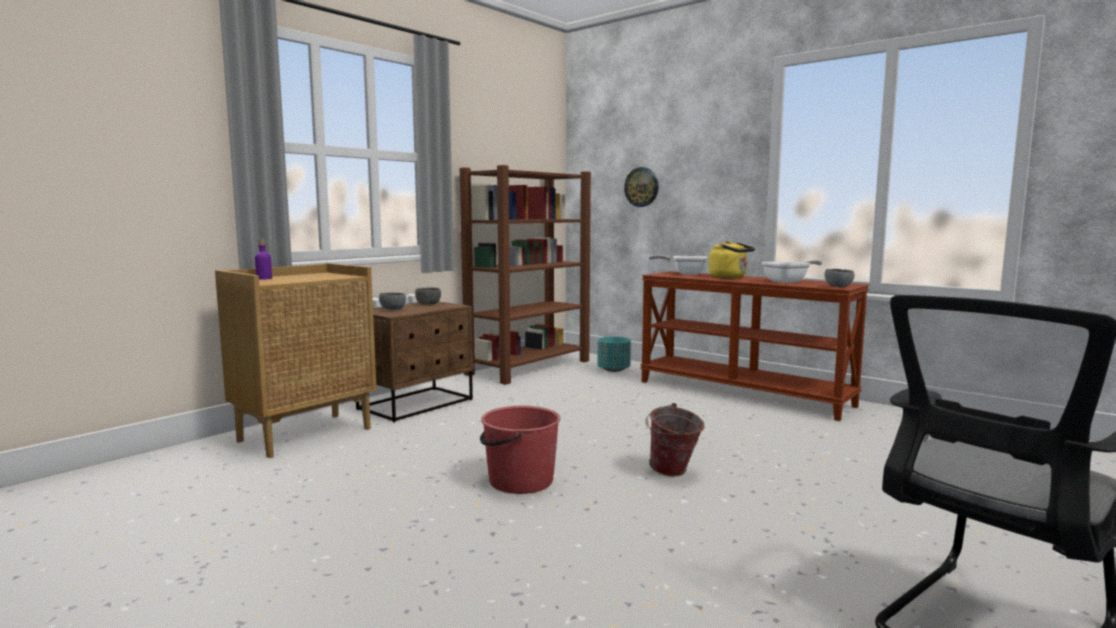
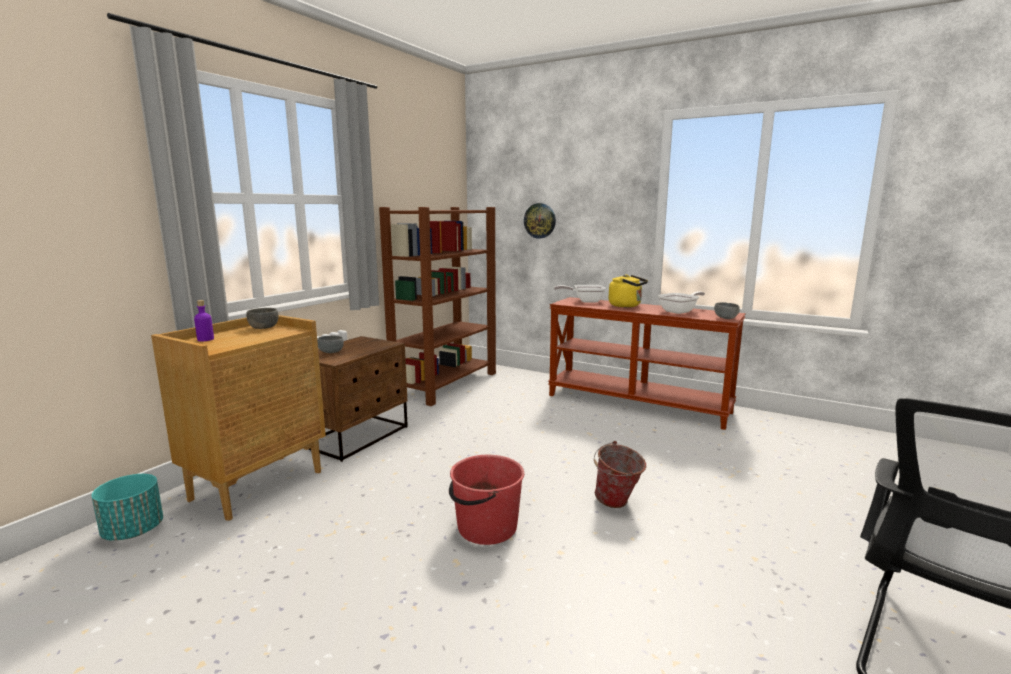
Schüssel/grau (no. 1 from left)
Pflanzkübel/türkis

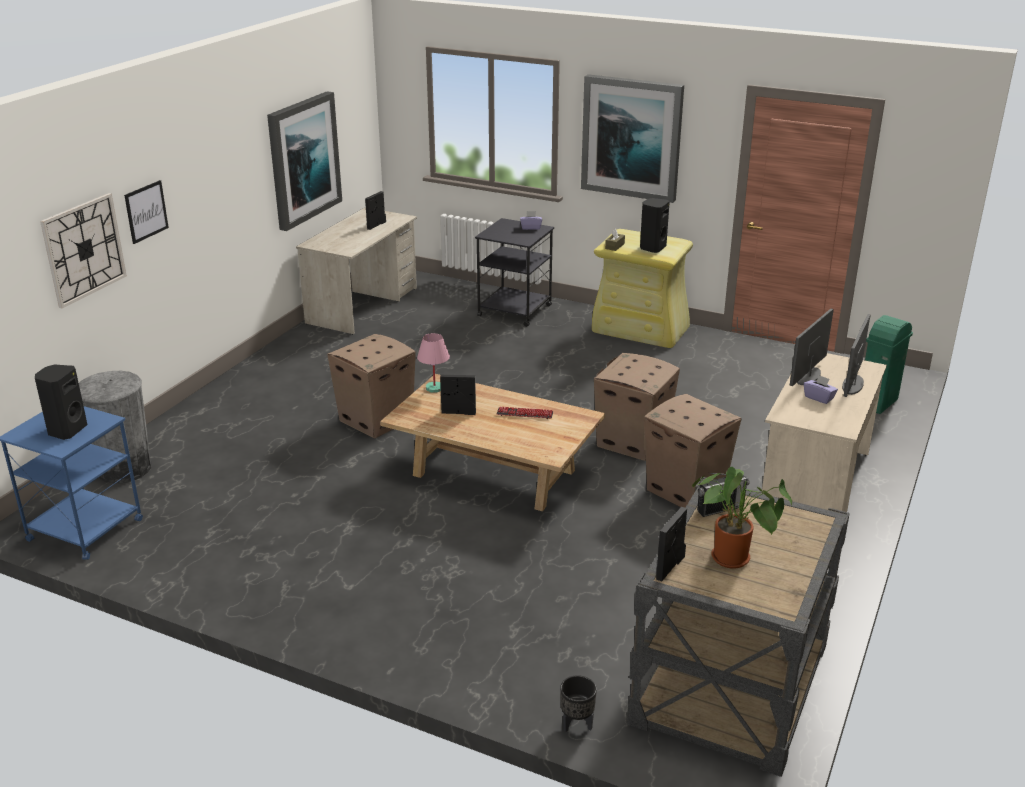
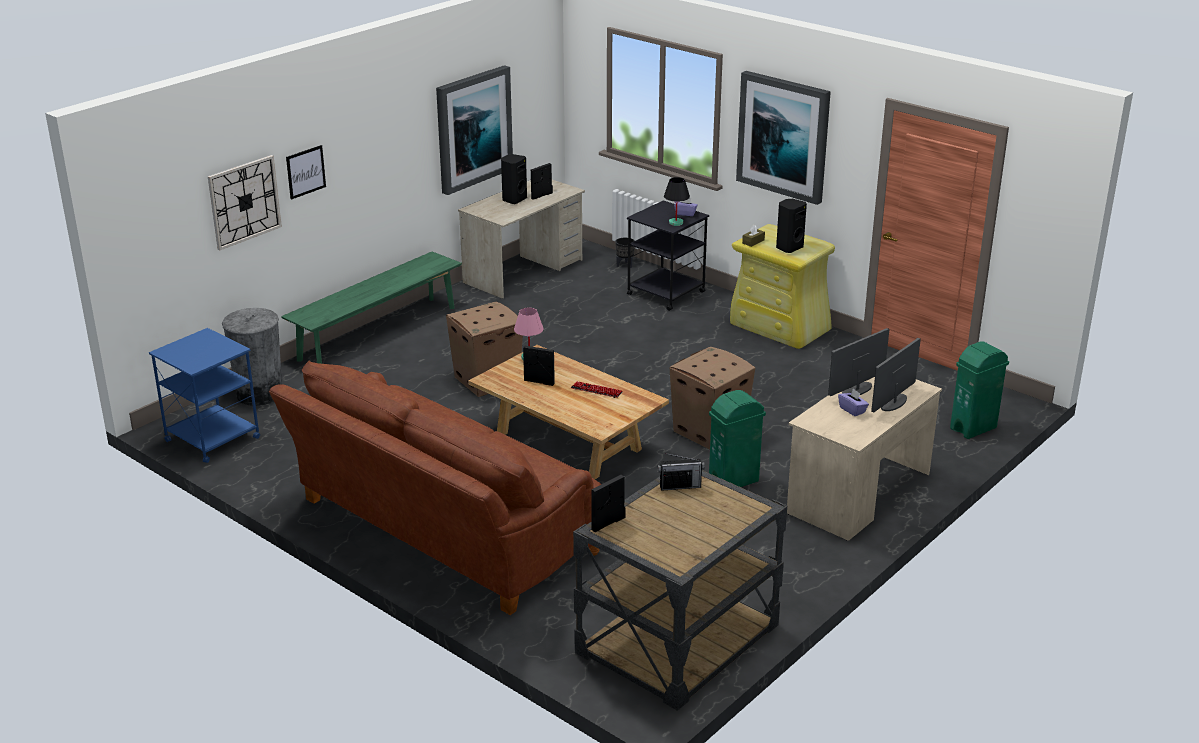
Lautsprecher/schwarz (no. 1 from left)
Pflanzkübel/schwarz
Mülleimer/grün (no. 1 from left)
Topfpflanze
Sofa/braun
Bank/grün
Tischlampe/schwarz

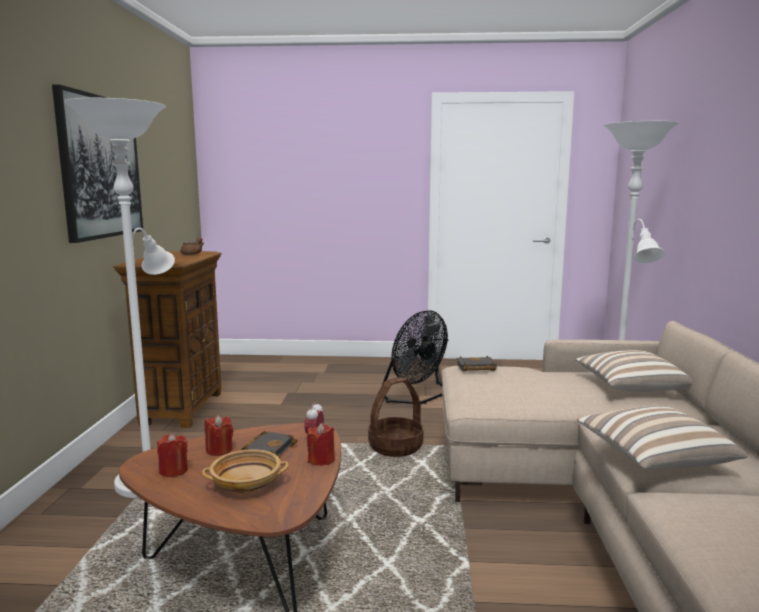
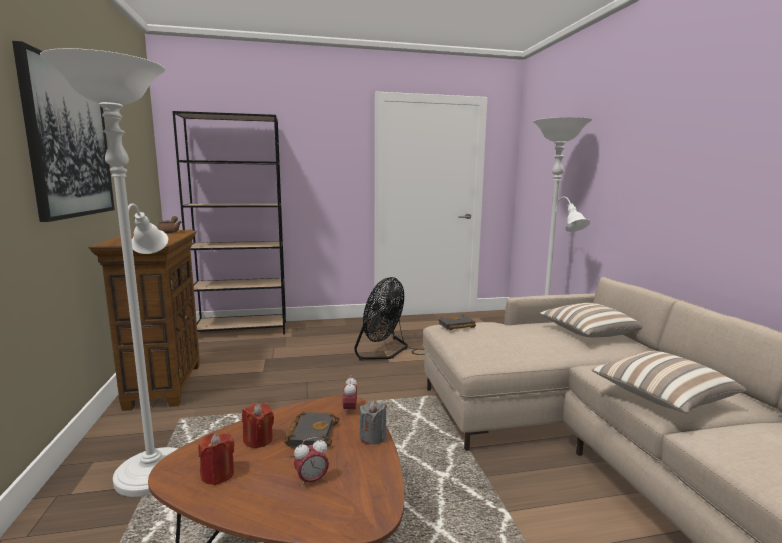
Wecker (no. 1 from left)
Kerze/grau
Korb
Bücherregal/beige

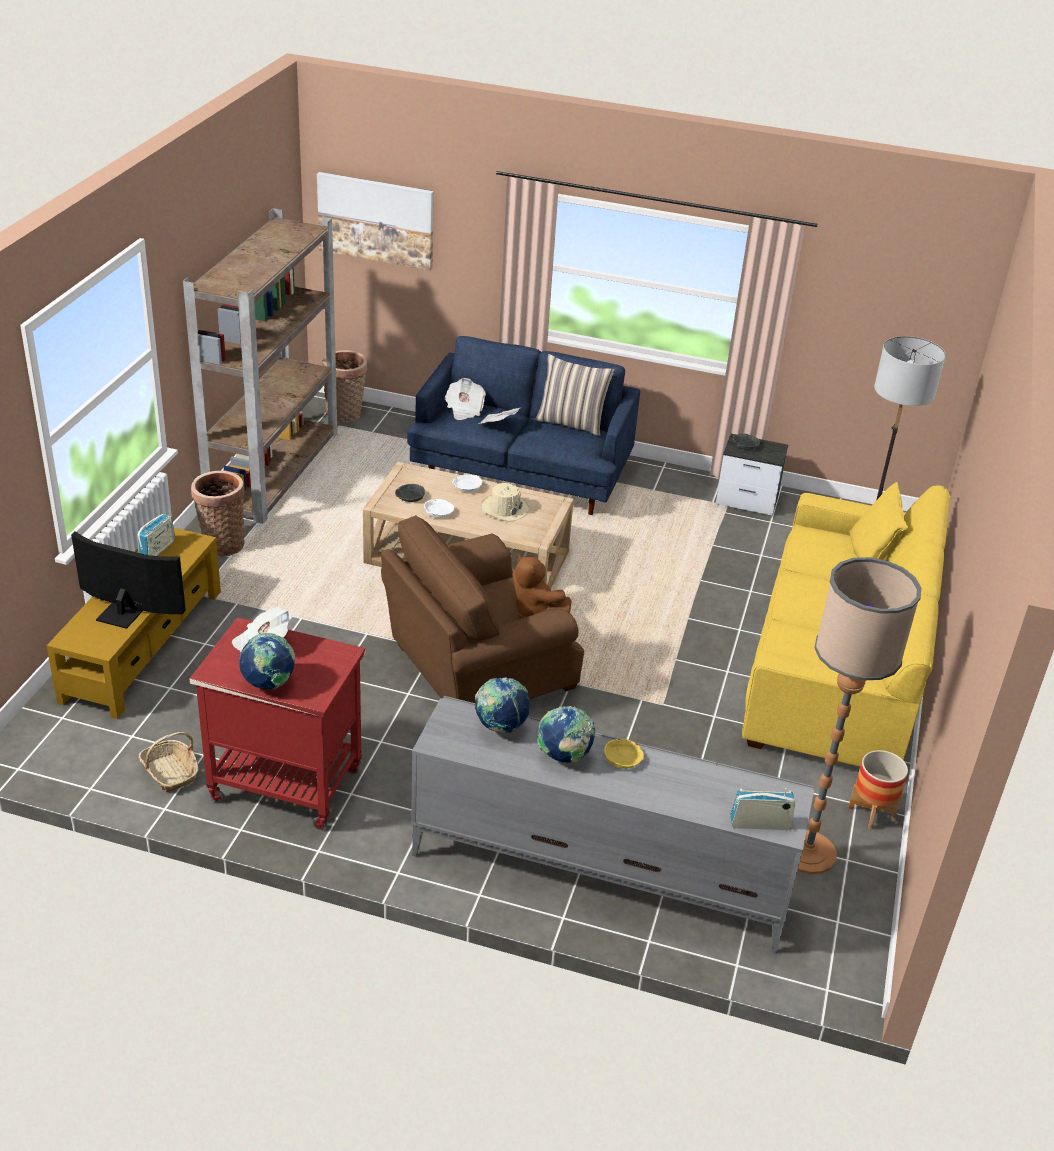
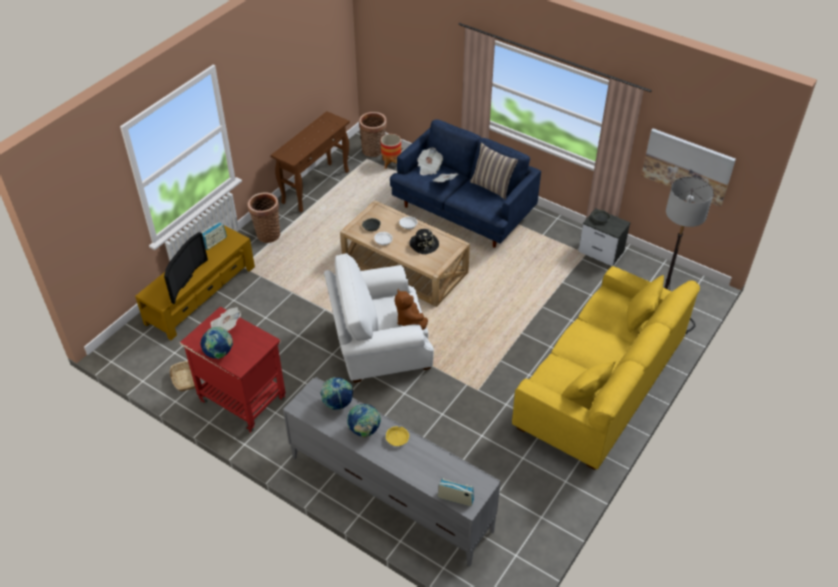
Fernseher
Konsolentisch/braun
Bild
Sessel/weiß
Hut/schwarz
Stehlampe (no. 1 from left in the first image)
Pflanzkübel

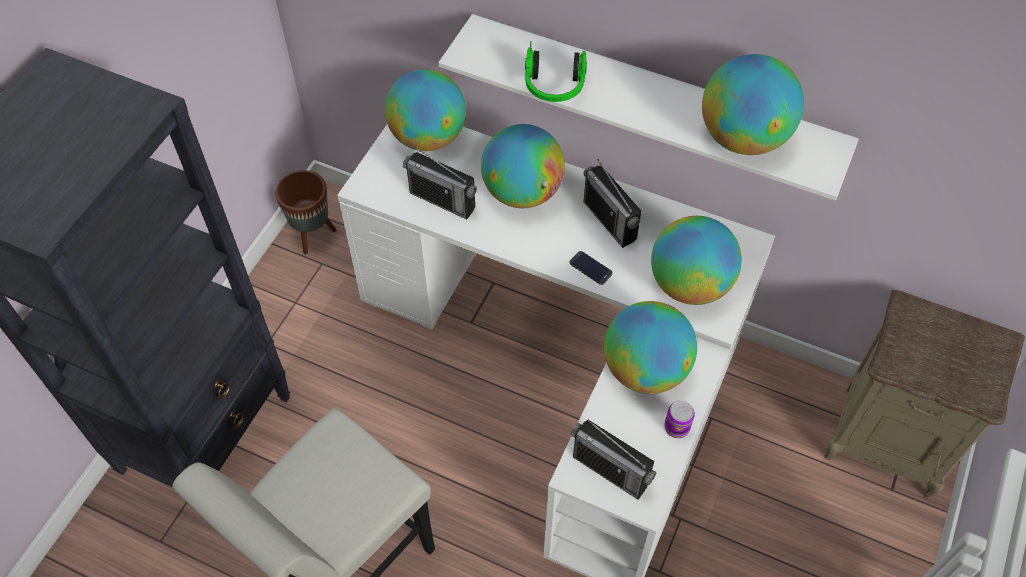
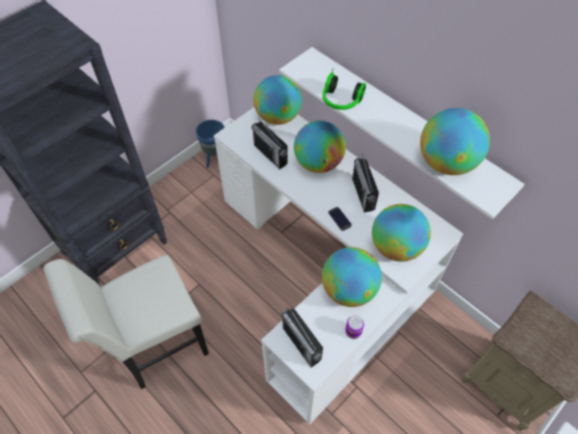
Pflanzkübel/blau

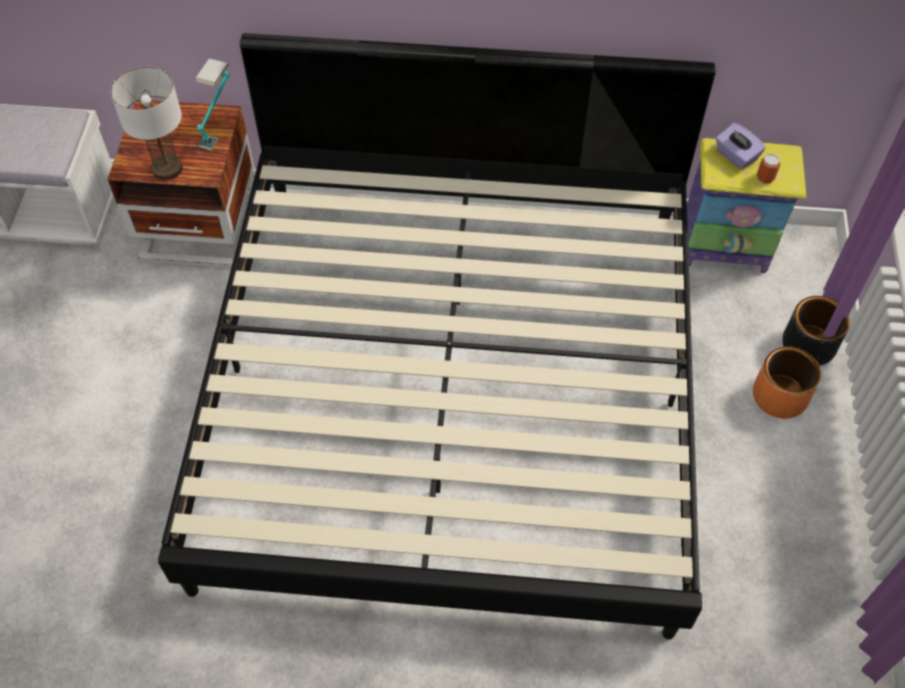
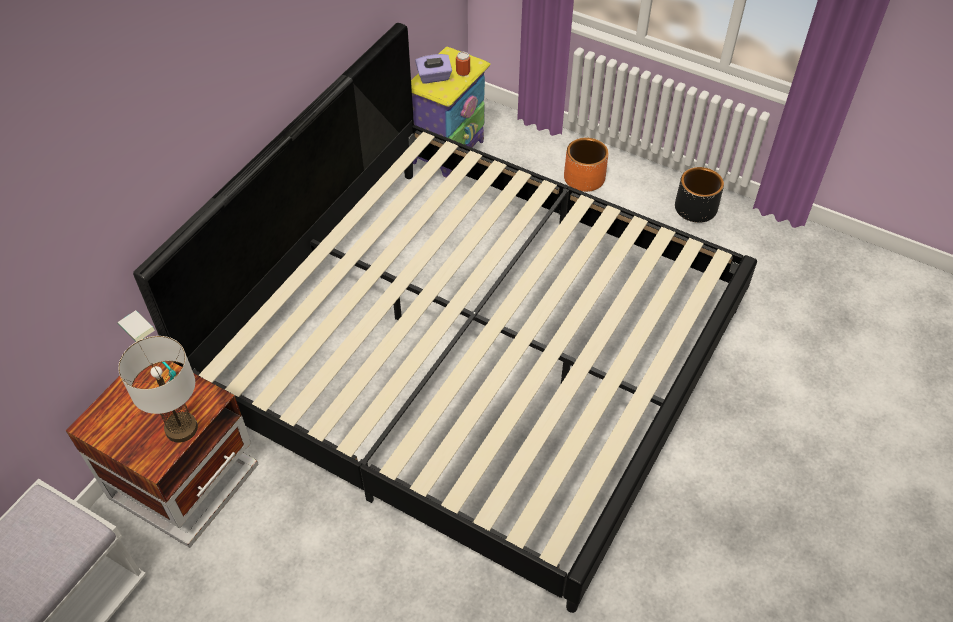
Pflanzkübel/schwarz

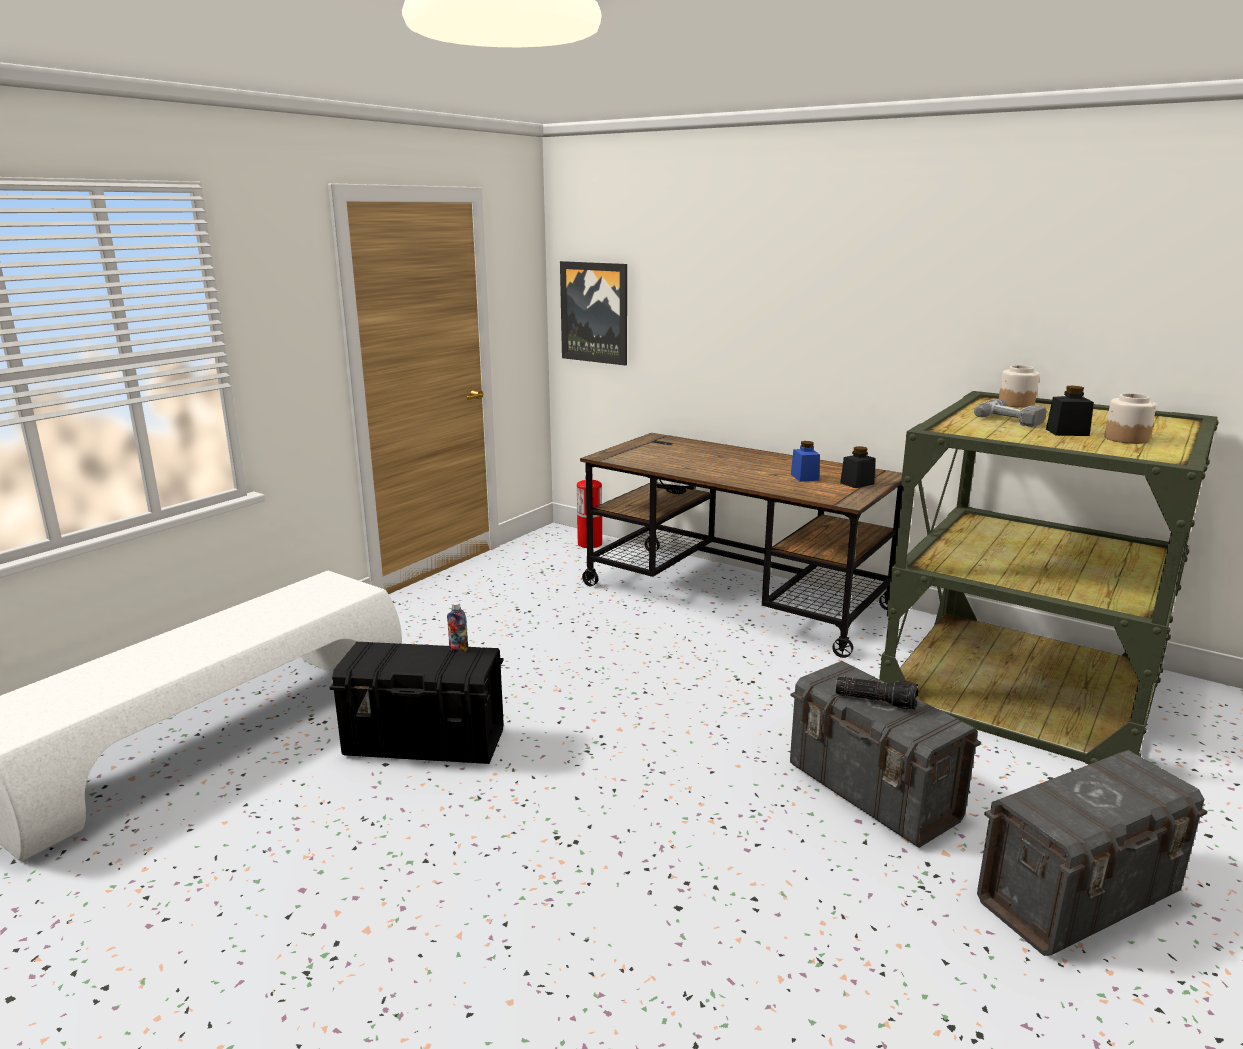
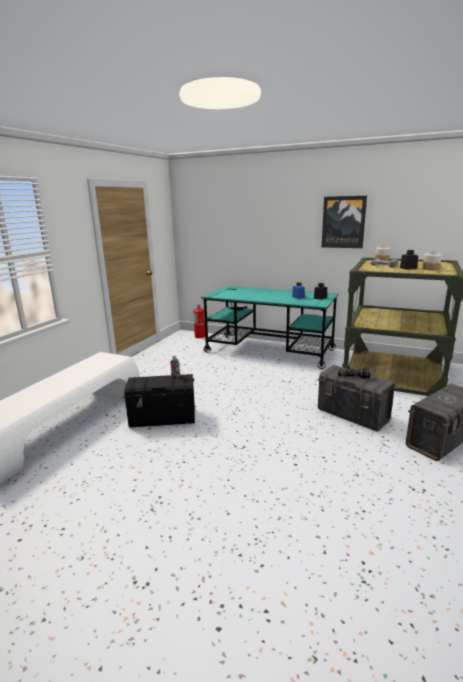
Bild
Schreibtisch/türkis

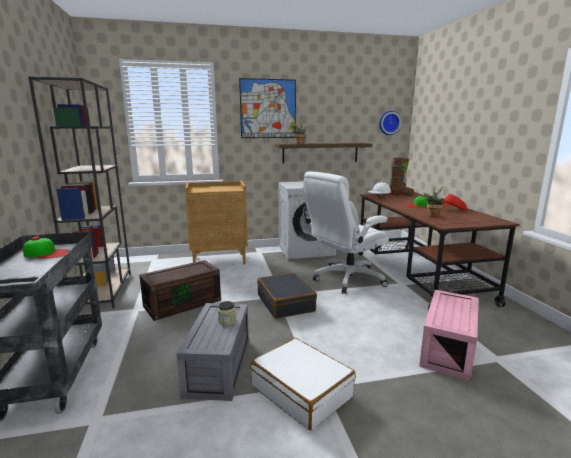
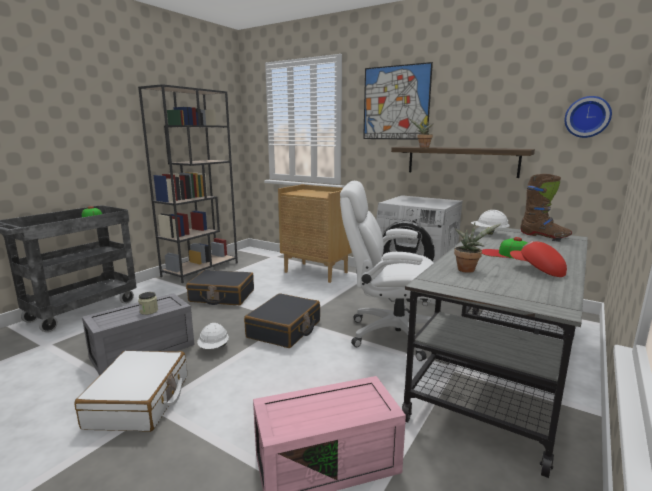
Koffer/schwarz (no. 1 from left)
Schreibtisch/grau
Schutzhelm/weiß (no. 1 from left)

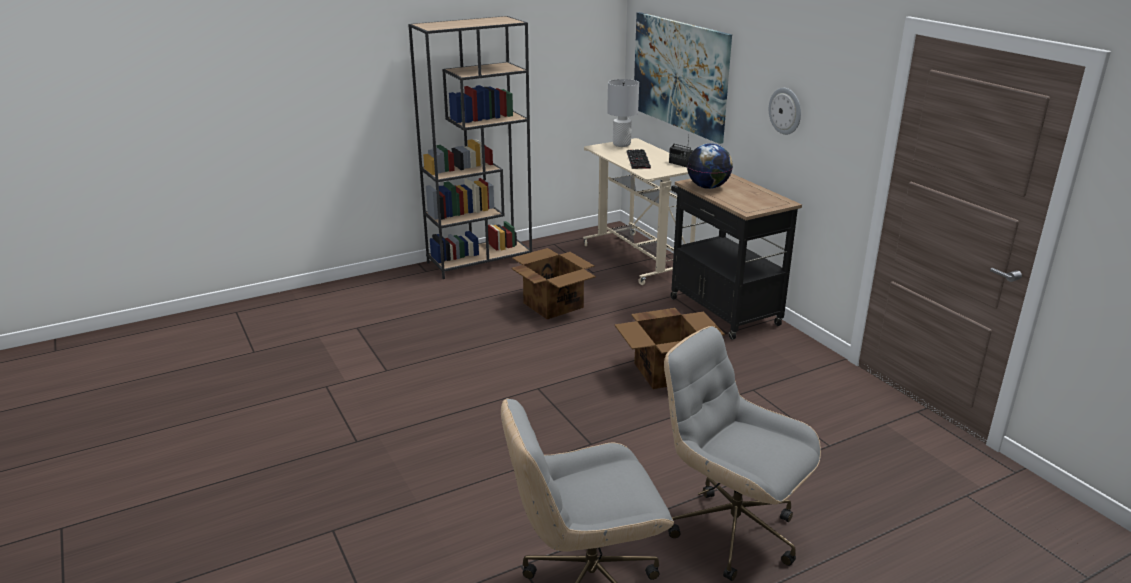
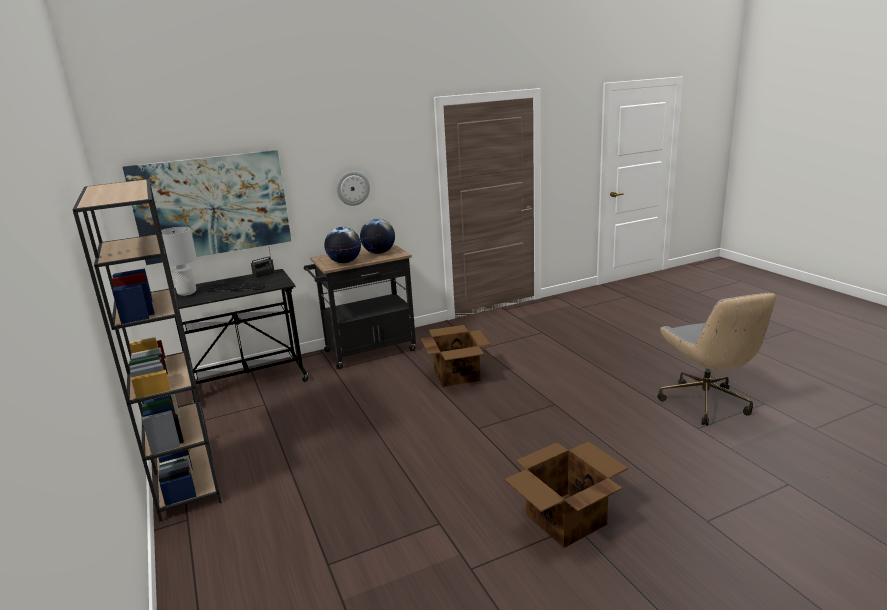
Karton (no. 2 from left)
Schreibtisch/schwarz
Bürostuhl/grau (no. 2 from left in the first image)
Globus (no. 2 from left)

